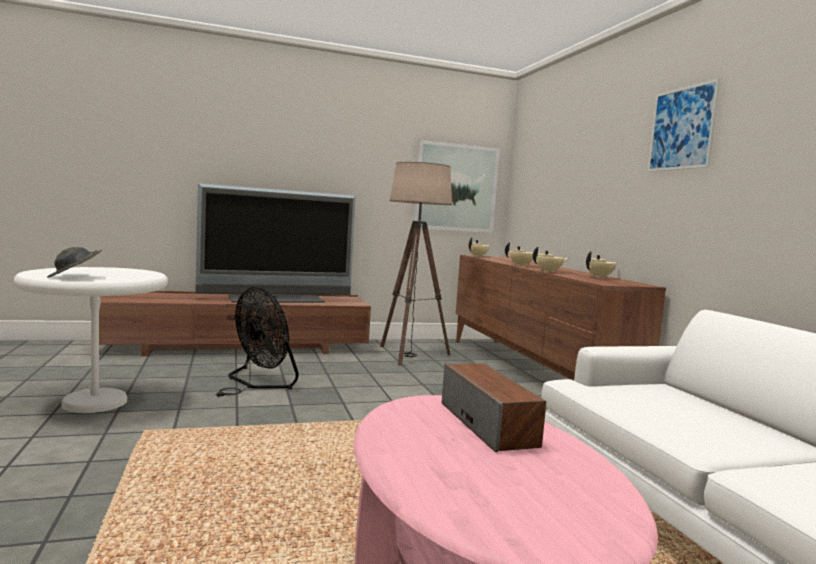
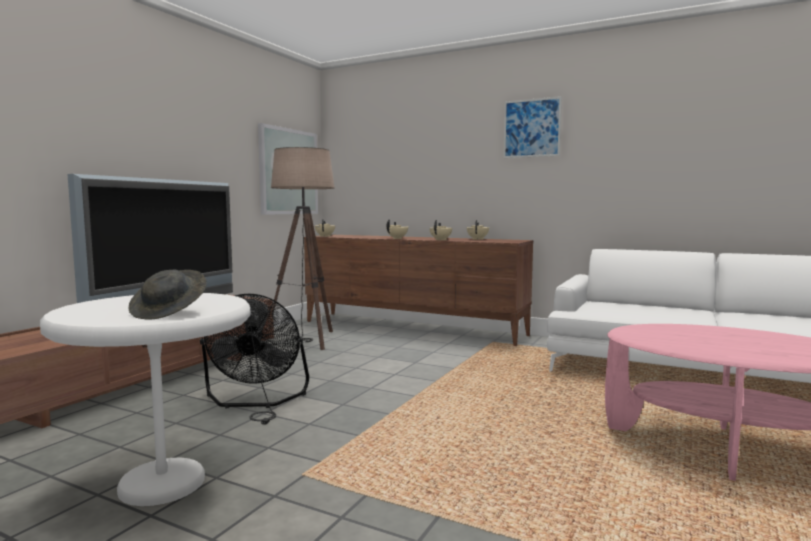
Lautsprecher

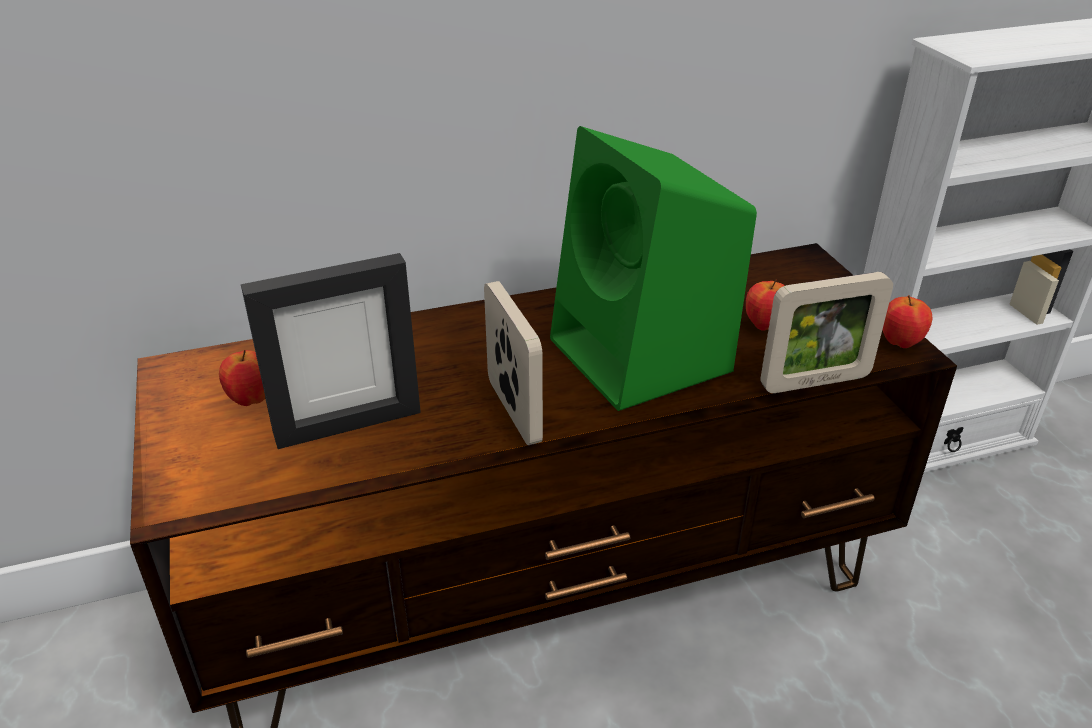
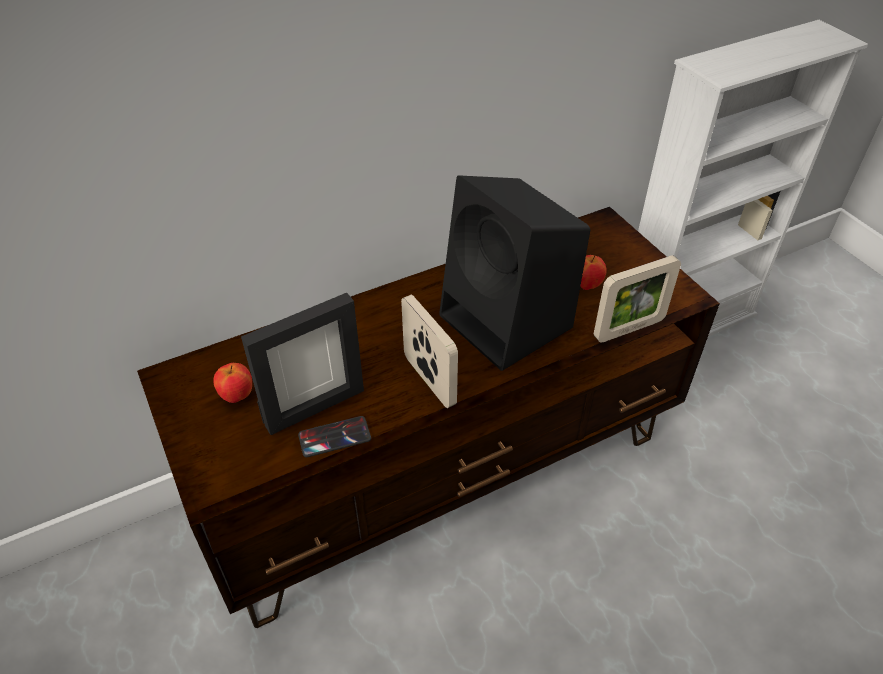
Lautsprecher/schwarz
Apfel (no. 3 from left in the first image)
Handy

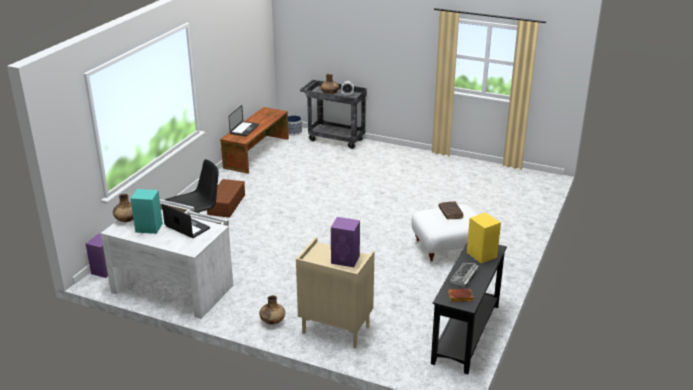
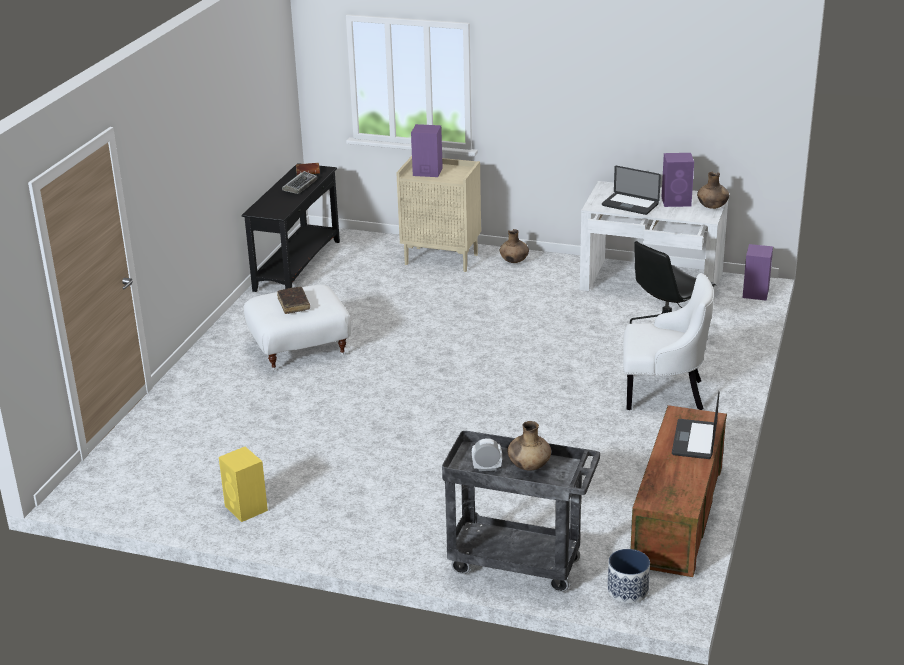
Lautsprecher/lila (no. 2 from left)
Stuhl/weiß
Lautsprecher/gelb

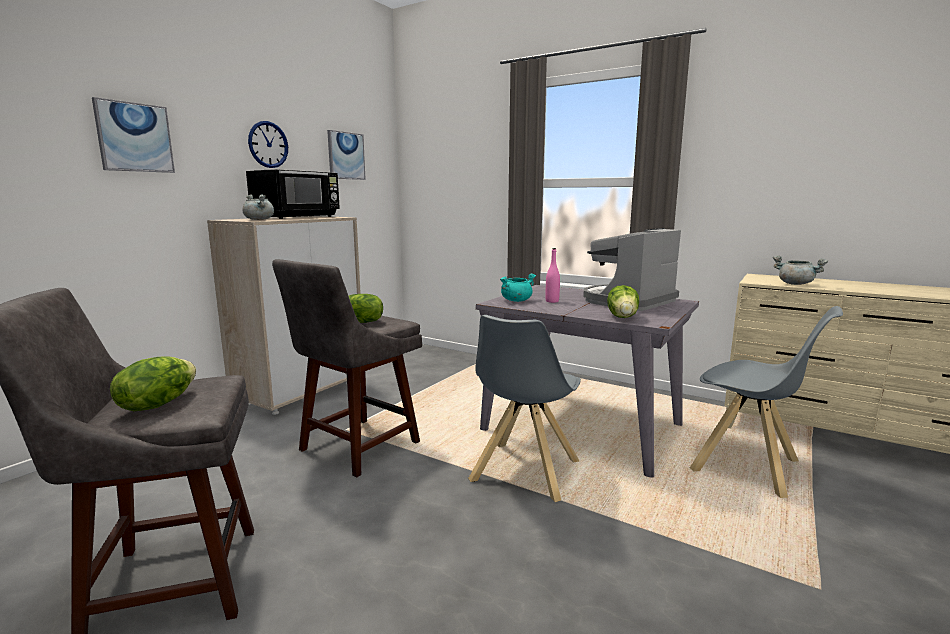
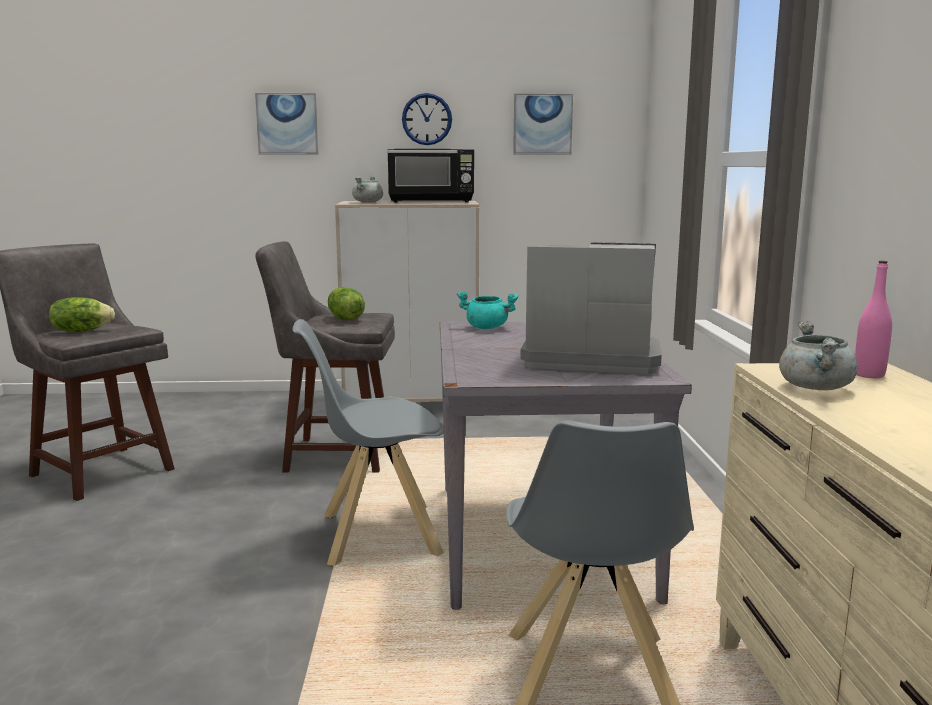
Flasche/rosa
Salatkopf (no. 3 from left in the first image)

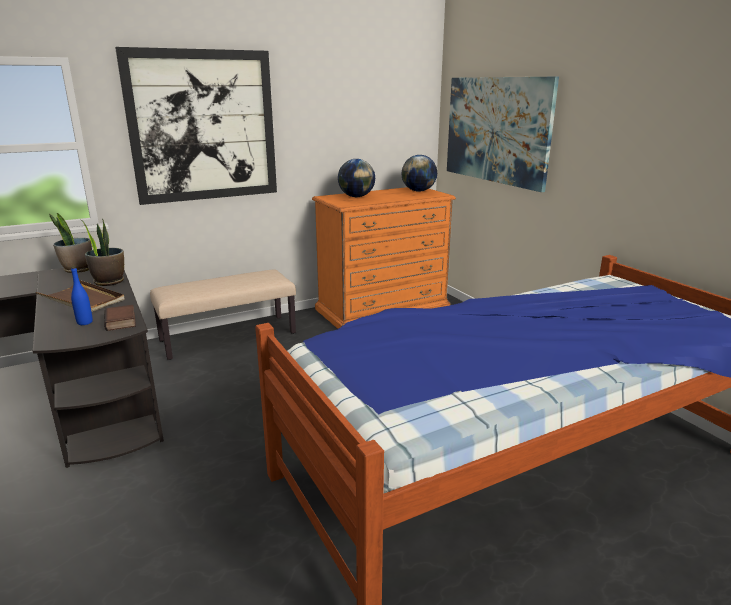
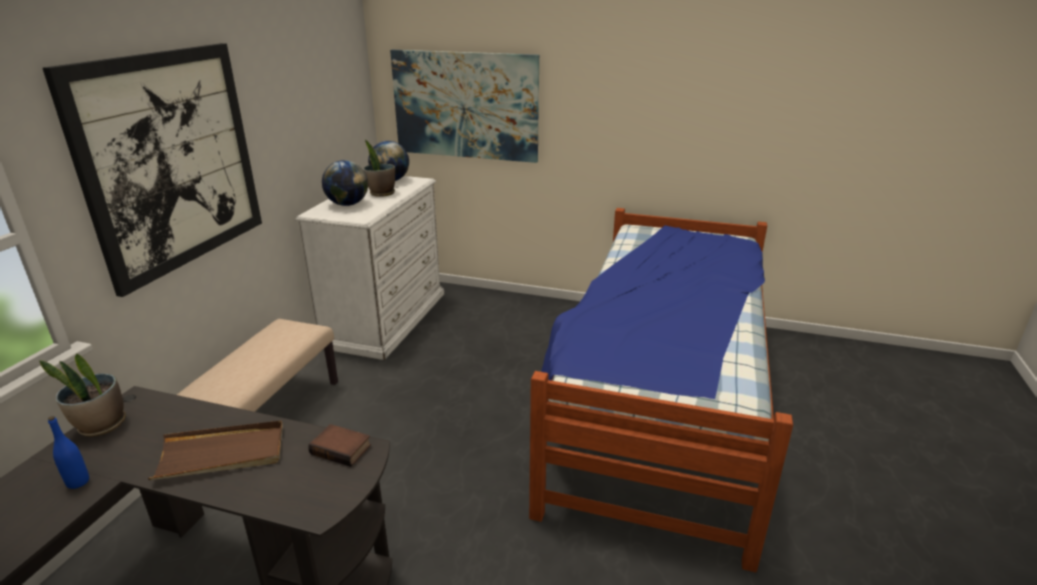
Flasche/blau
Topfpflanze (no. 2 from left)
Kommode/weiß

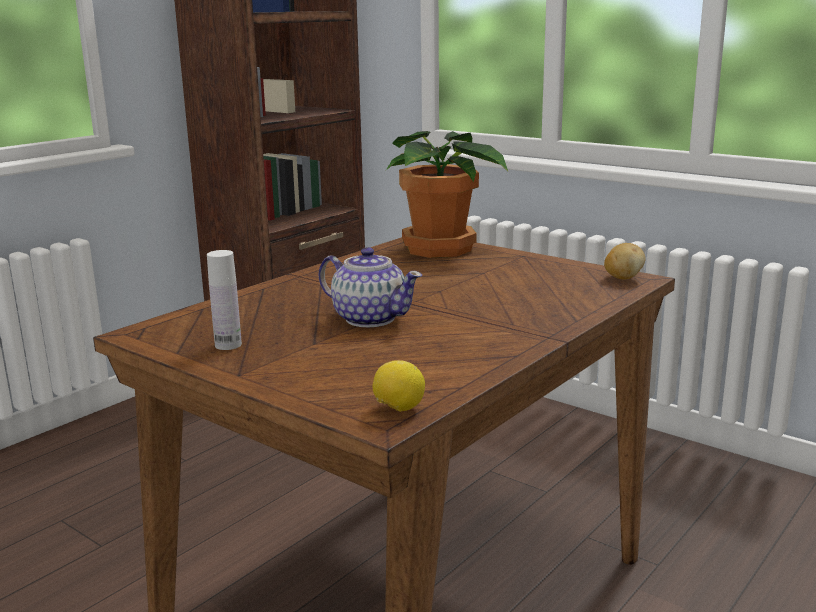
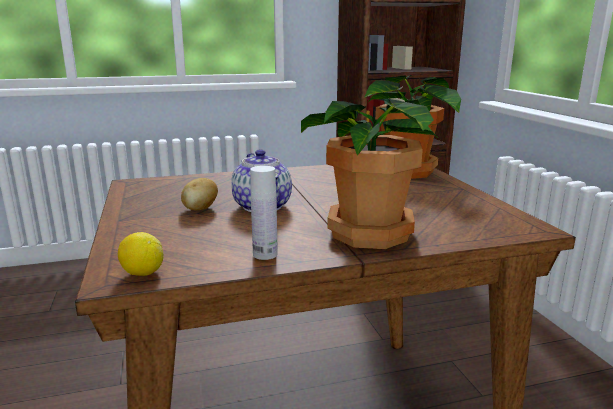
Flasche/weiß
Kartoffel
Topfpflanze (no. 1 from left)

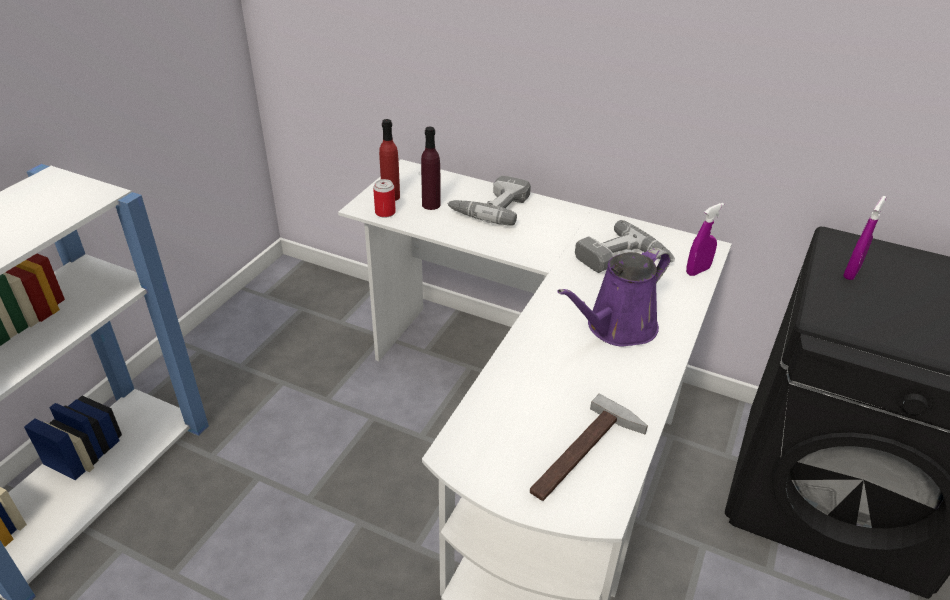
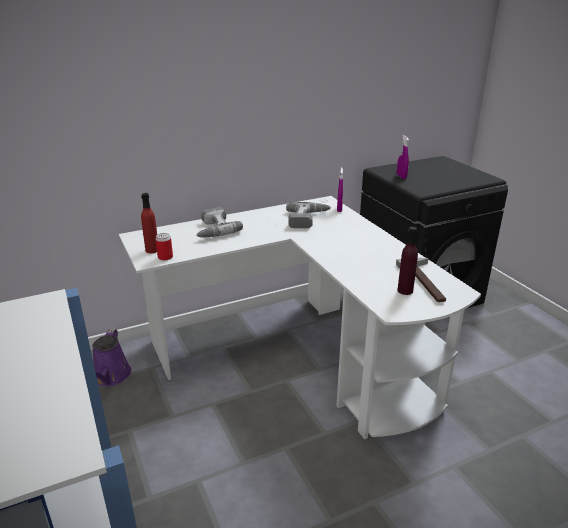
Flasche/lila
Gießkanne/lila

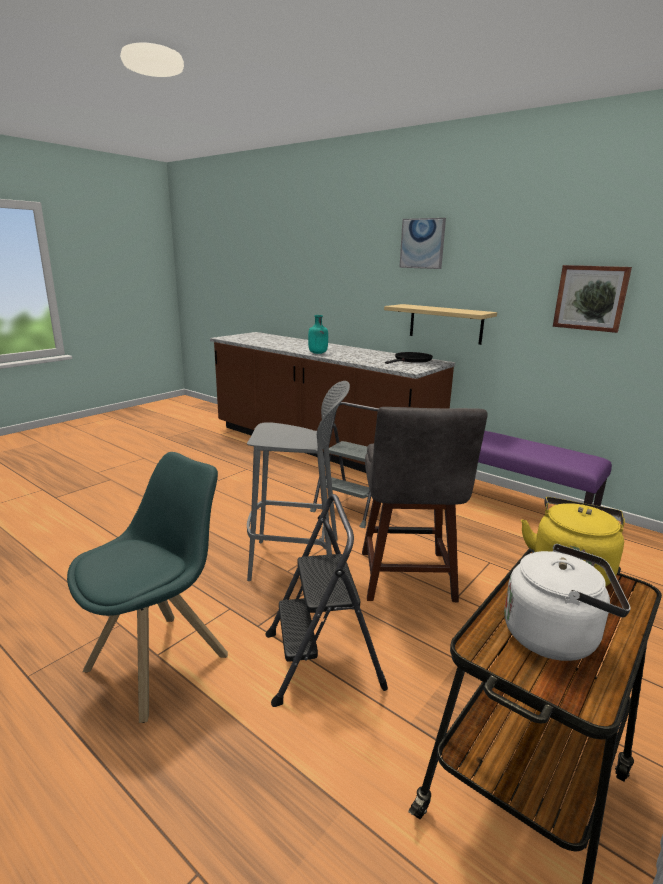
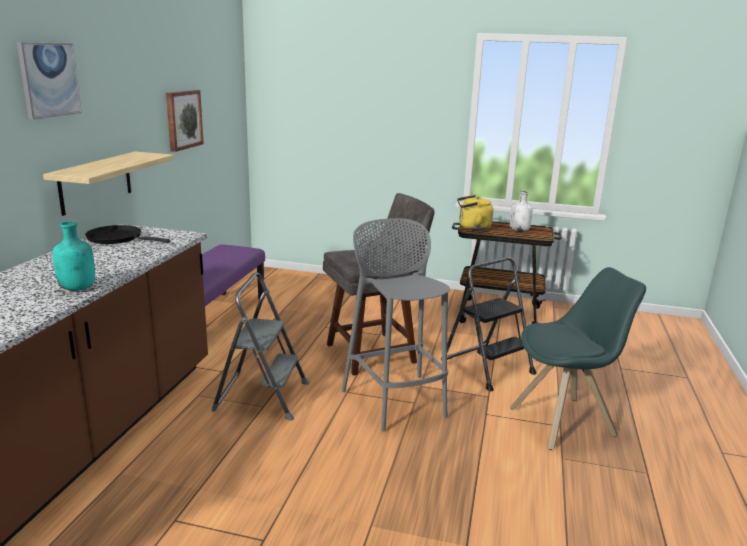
Stuhl/türkis
Flasche/weiß

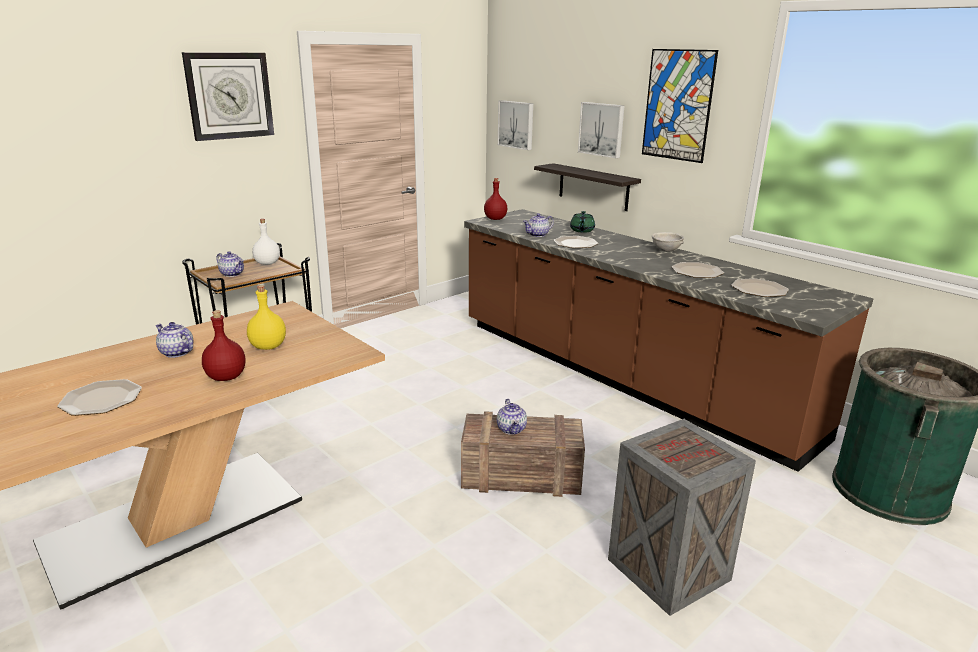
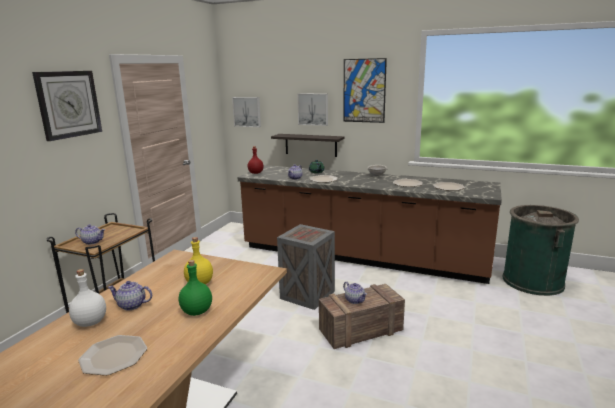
Flasche/grün
Flasche/weiß
Kiste (no. 1 from left)

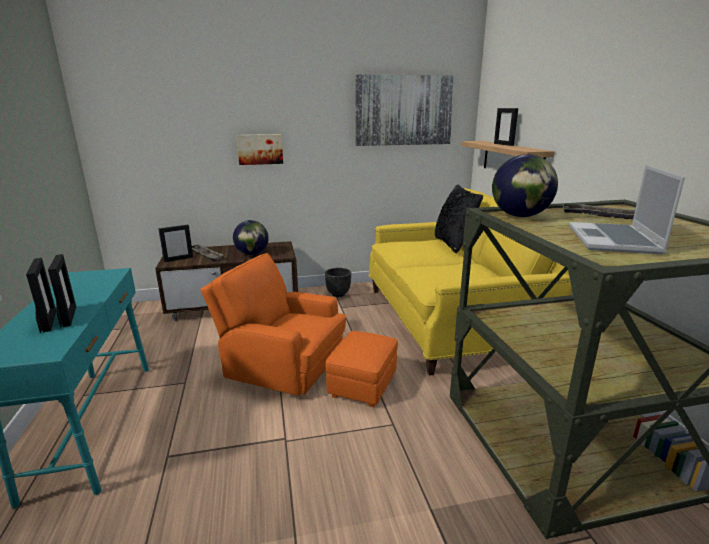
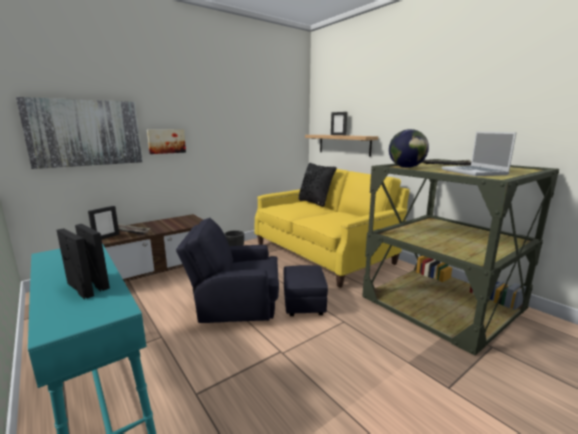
Sessel/schwarz
Globus (no. 1 from left in the first image)
Bild (no. 1 from left)

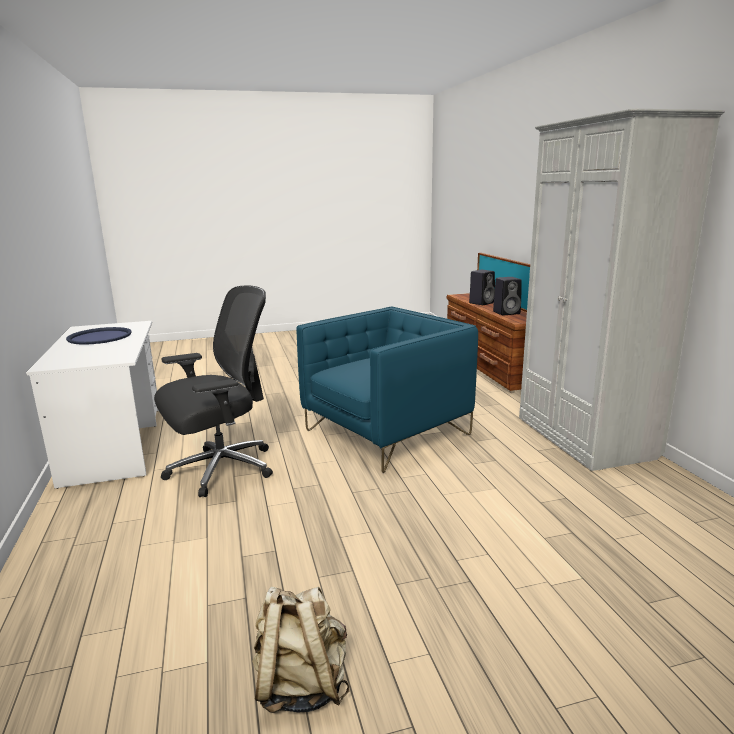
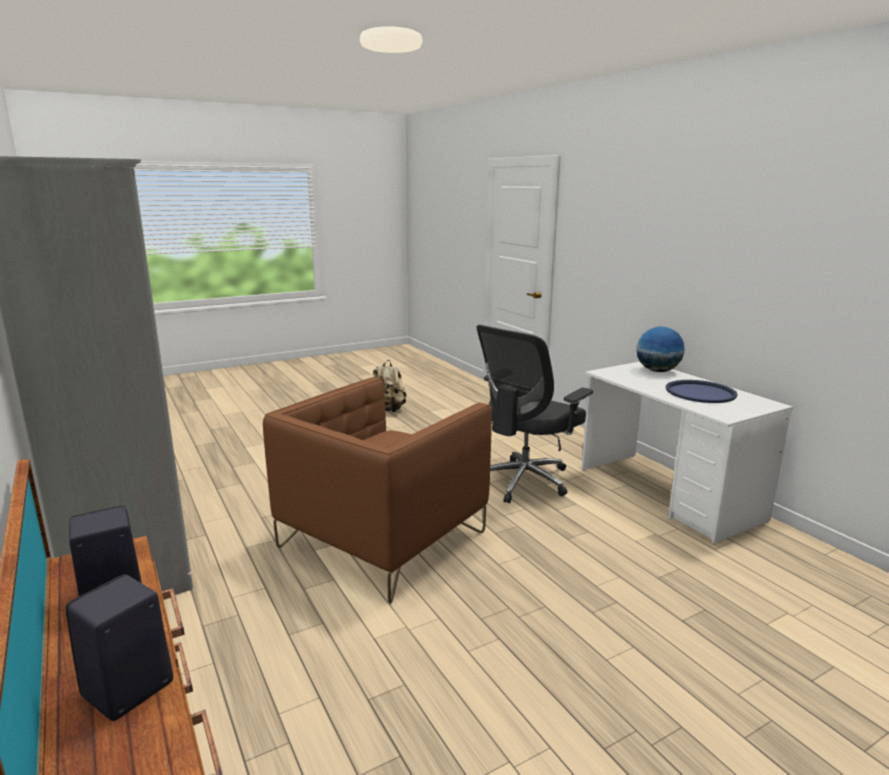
Sessel/braun
Globus

